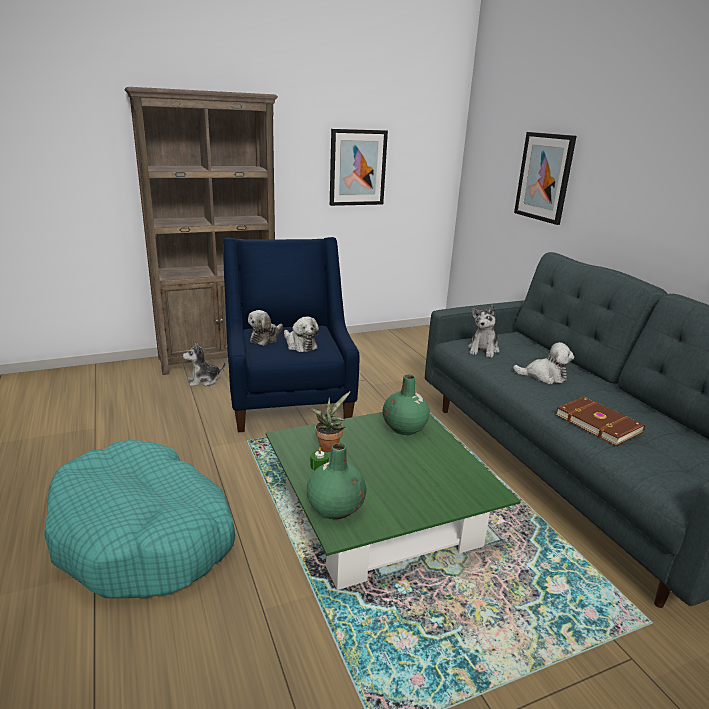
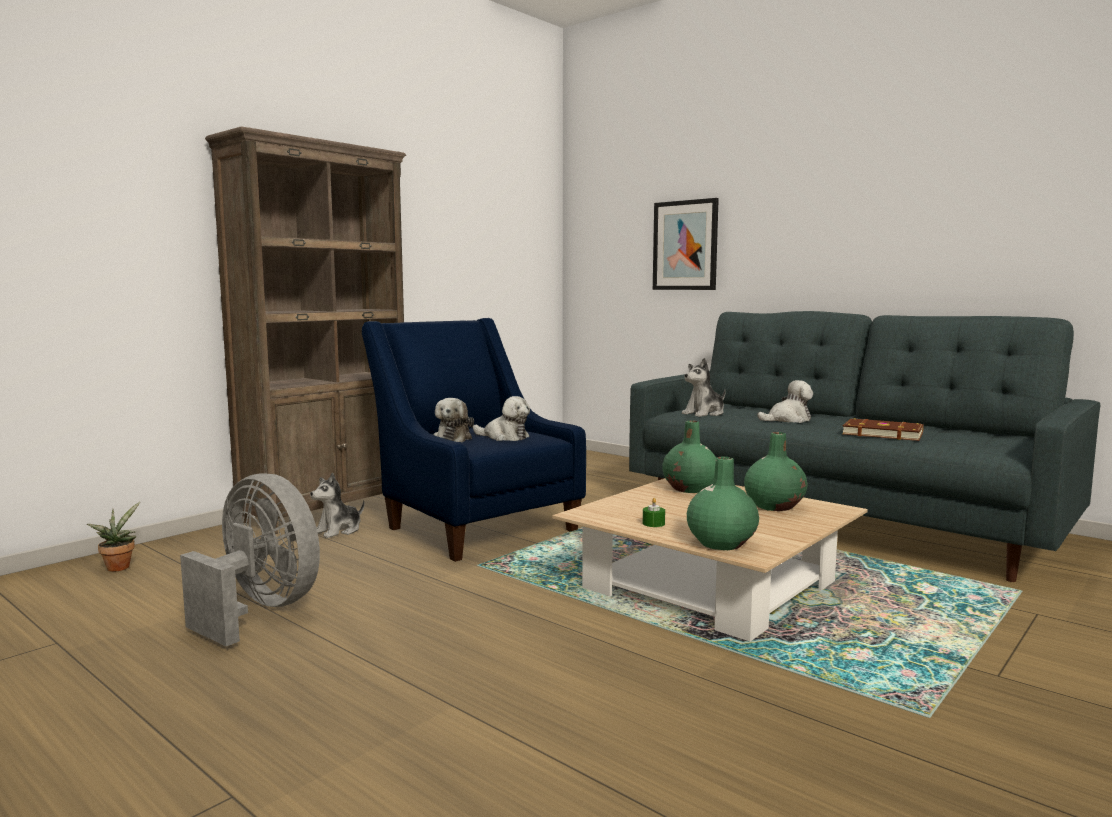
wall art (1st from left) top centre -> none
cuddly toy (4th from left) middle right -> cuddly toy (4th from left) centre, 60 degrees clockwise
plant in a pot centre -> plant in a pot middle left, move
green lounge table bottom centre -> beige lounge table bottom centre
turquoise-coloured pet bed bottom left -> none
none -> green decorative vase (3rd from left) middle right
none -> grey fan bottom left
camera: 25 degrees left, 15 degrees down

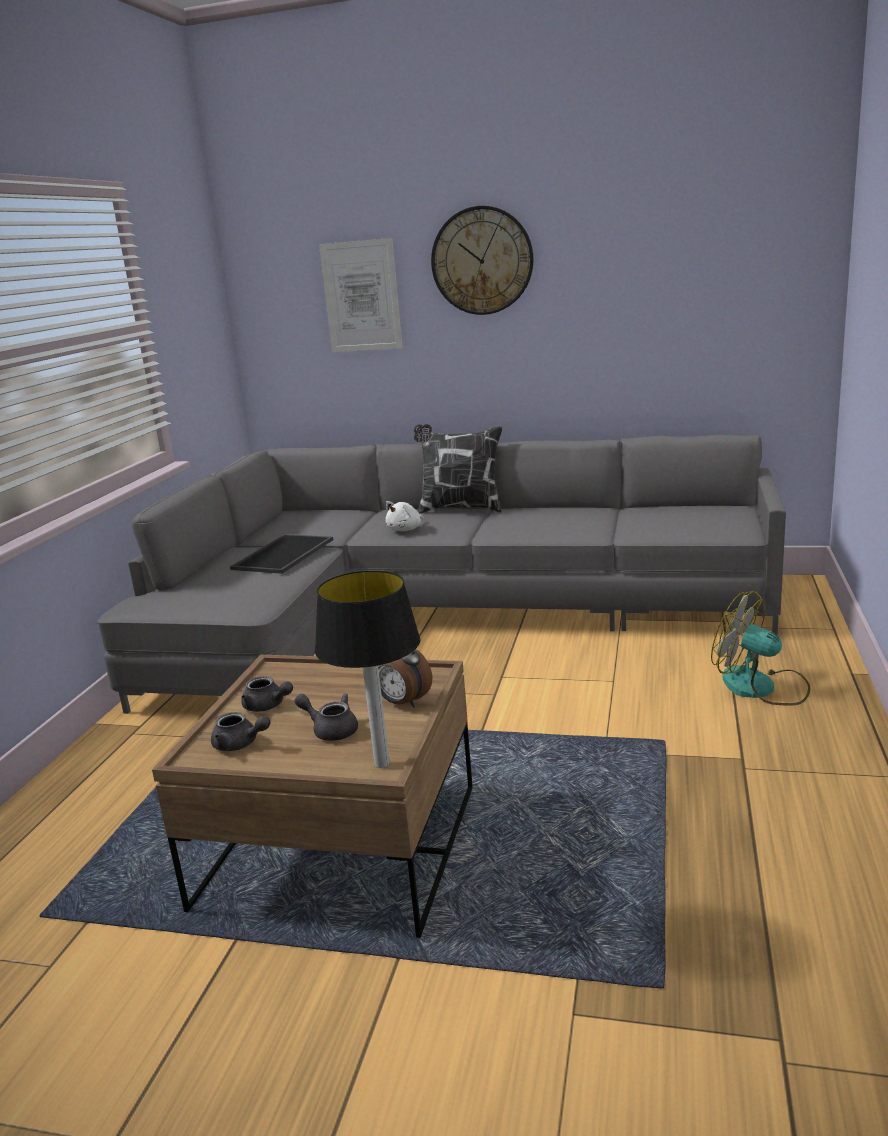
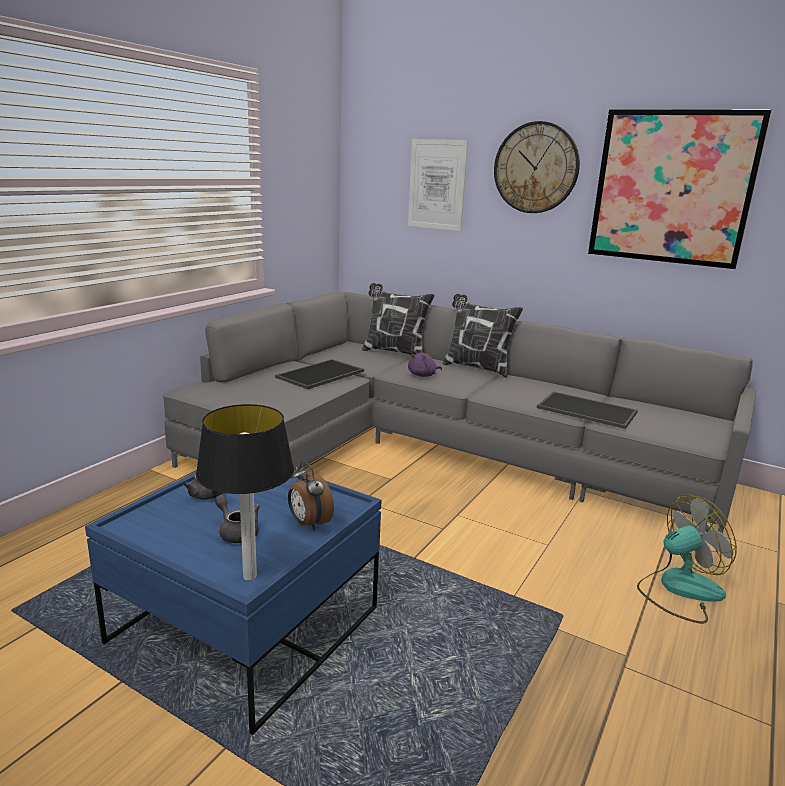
white cuddly toy centre -> purple cuddly toy centre
fan middle right -> fan bottom right, 105 degrees clockwise
brown lounge table bottom centre -> blue-coloured lounge table bottom left
grey tea pot (1st from left) middle left -> none
none -> wall art (2nd from left) top right
none -> pillow (1st from left) centre
none -> serving tray (2nd from left) middle right
camera: 15 degrees right, 0 degrees up

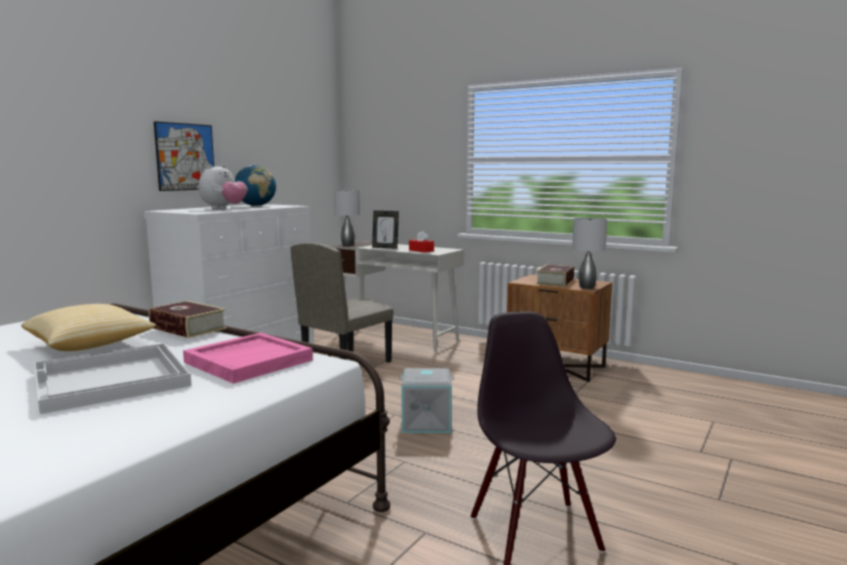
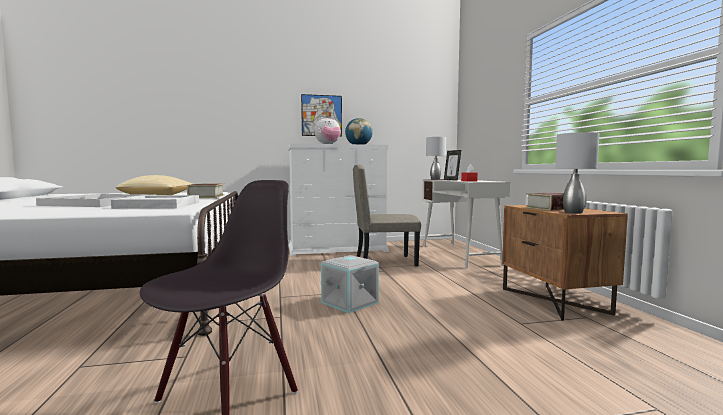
pink-coloured serving tray middle left -> white serving tray (2nd from left) middle left
camera: 45 degrees right, 5 degrees down

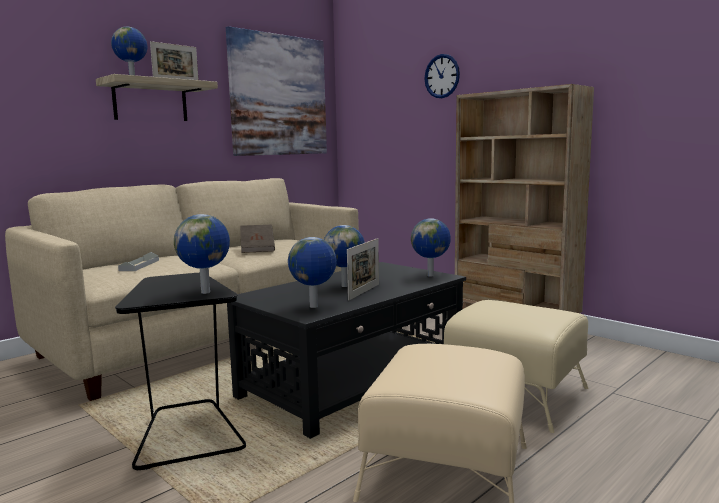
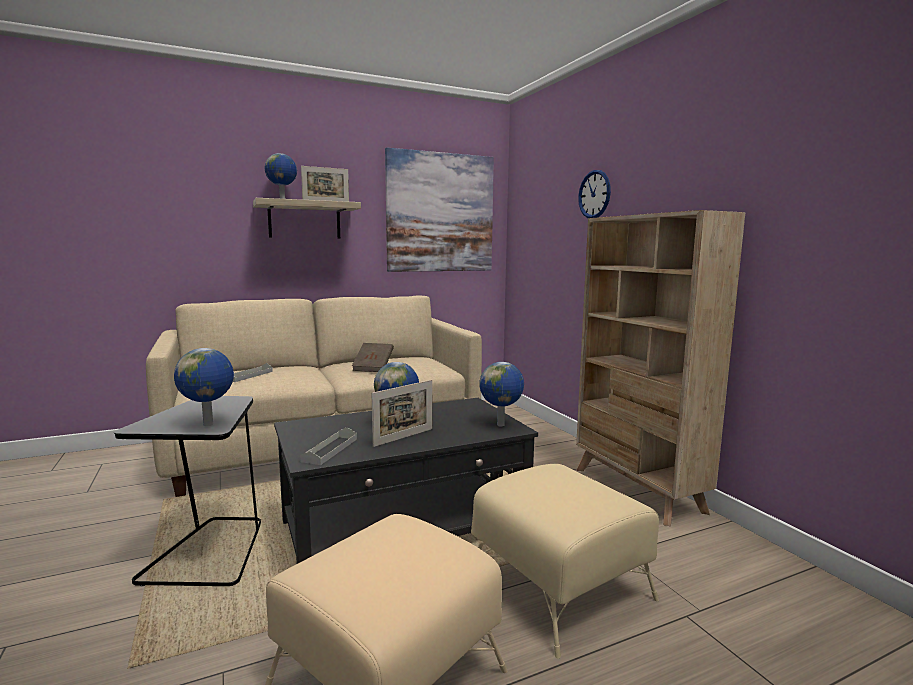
desk globe (3rd from left) centre -> grey serving tray (2nd from left) centre
camera: 20 degrees right, 0 degrees up

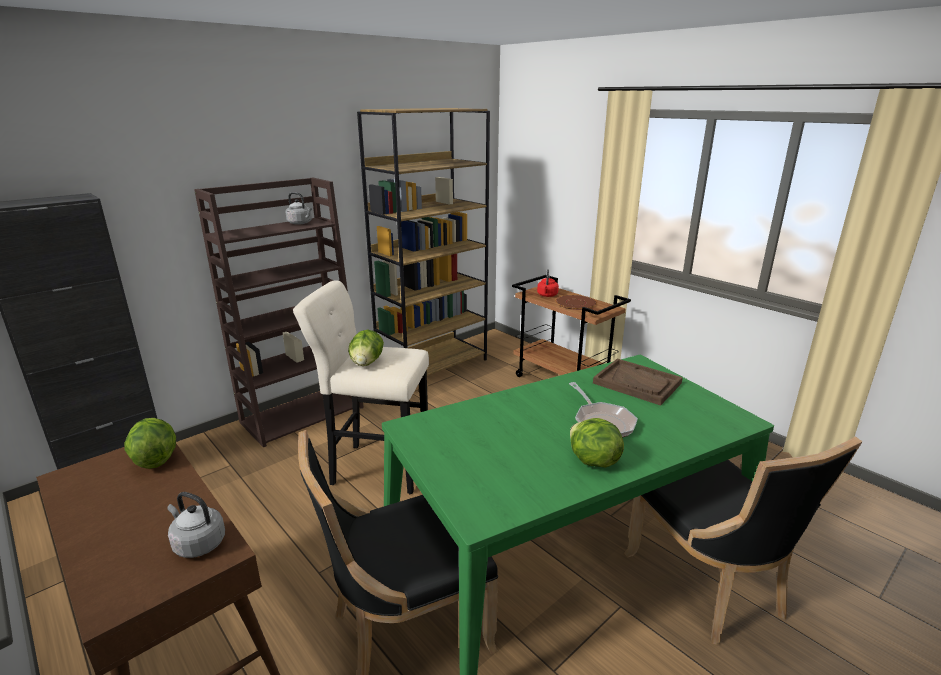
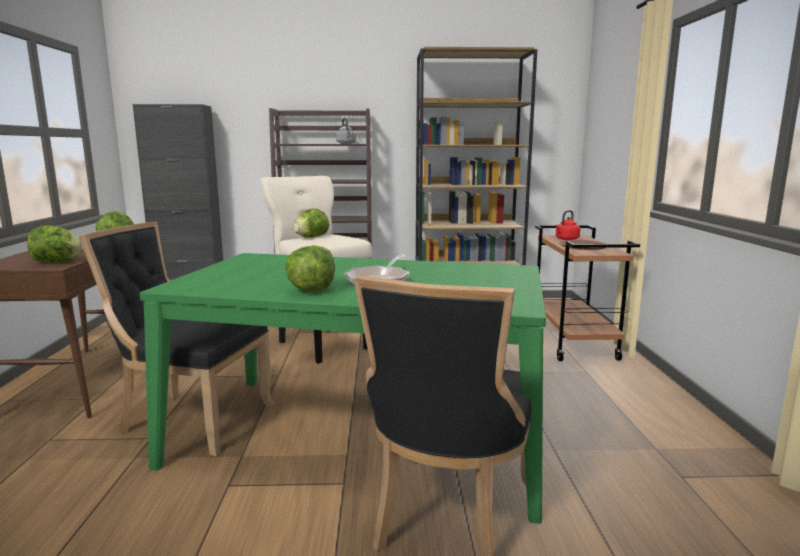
brown serving tray middle right -> none
grey tea kettle (1st from left) bottom left -> head of lettuce (1st from left) middle left
camera: 40 degrees right, 10 degrees down

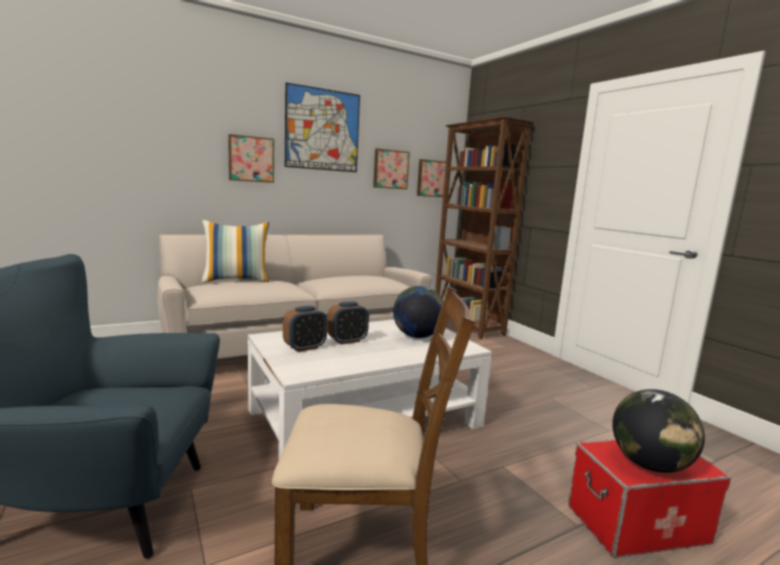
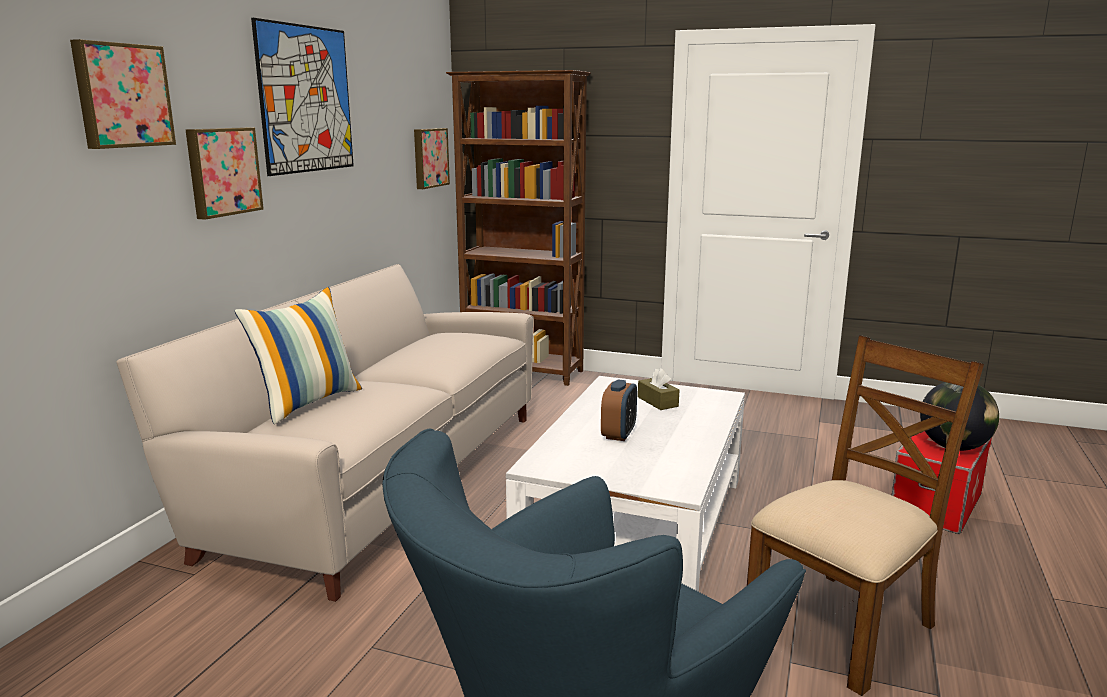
wall art (3rd from left in the first image) top centre -> wall art (1st from left) top left, move
desk globe (1st from left) centre -> brown tissue holder centre
table clock (1st from left) centre -> none
camera: 40 degrees left, 5 degrees up

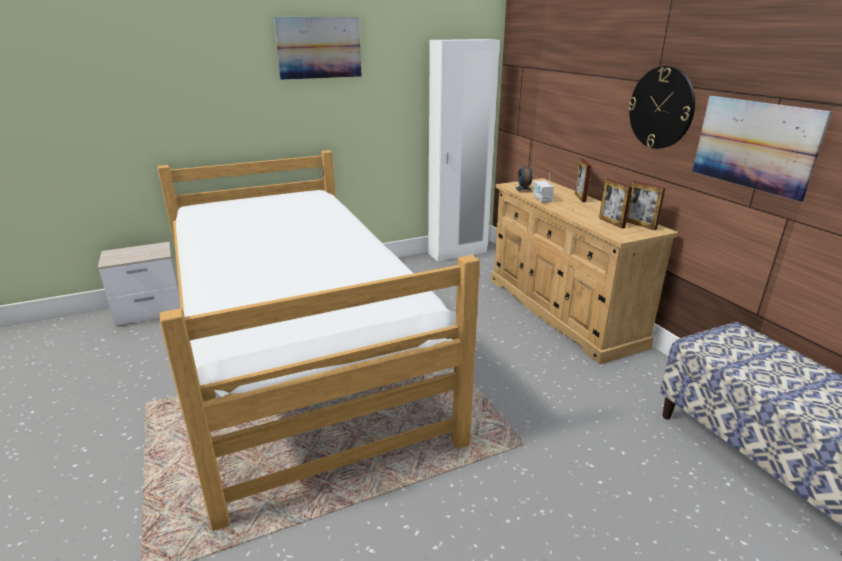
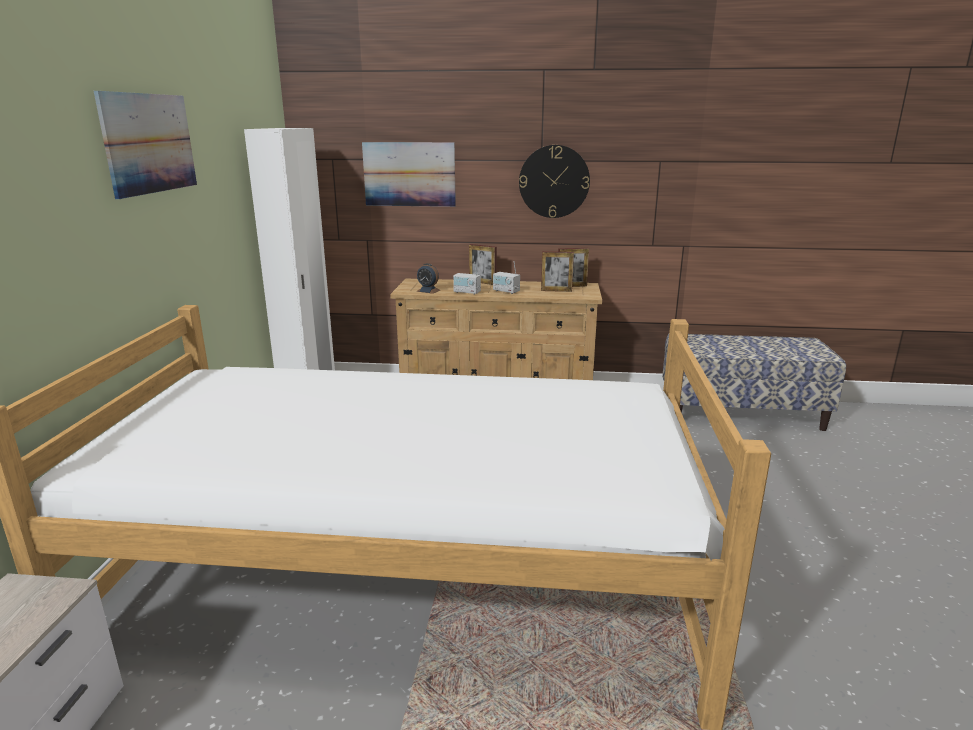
wall art (2nd from left) top right -> wall art (2nd from left) top centre, move
none -> radio set (2nd from left) centre
camera: 60 degrees left, 5 degrees down

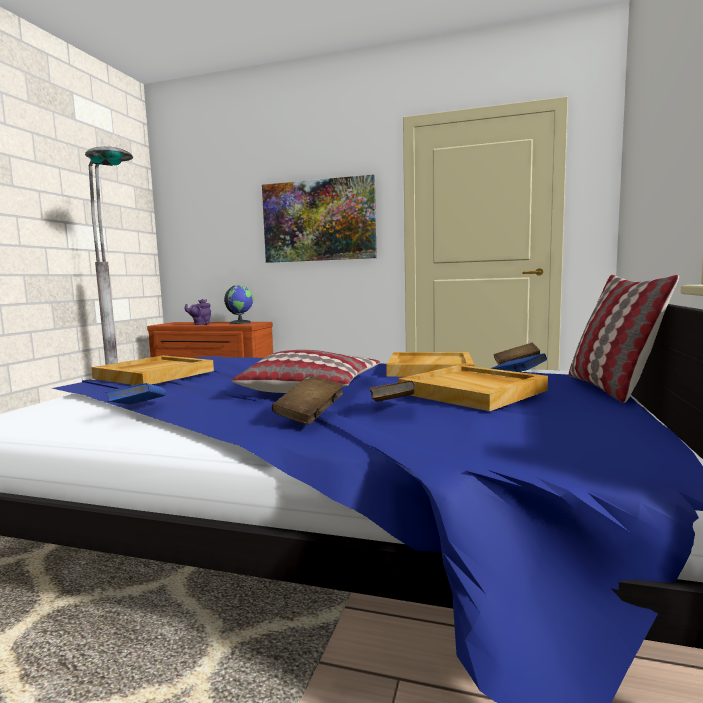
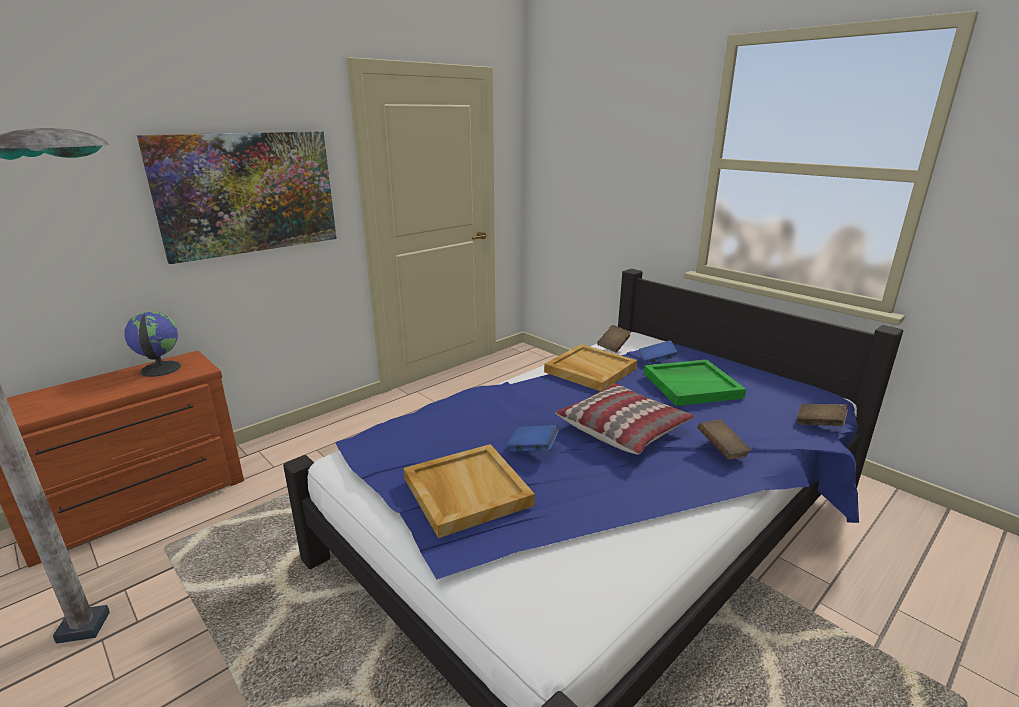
pillow (2nd from left) middle right -> none
purple tea pot middle left -> none
beige serving tray (3rd from left) middle right -> green serving tray middle right
brown volume (2nd from left in the first image) centre -> brown volume (3rd from left) middle right, move
blue-coloured volume (1st from left) middle left -> blue-coloured volume (1st from left) centre, move
camera: 60 degrees left, 15 degrees up

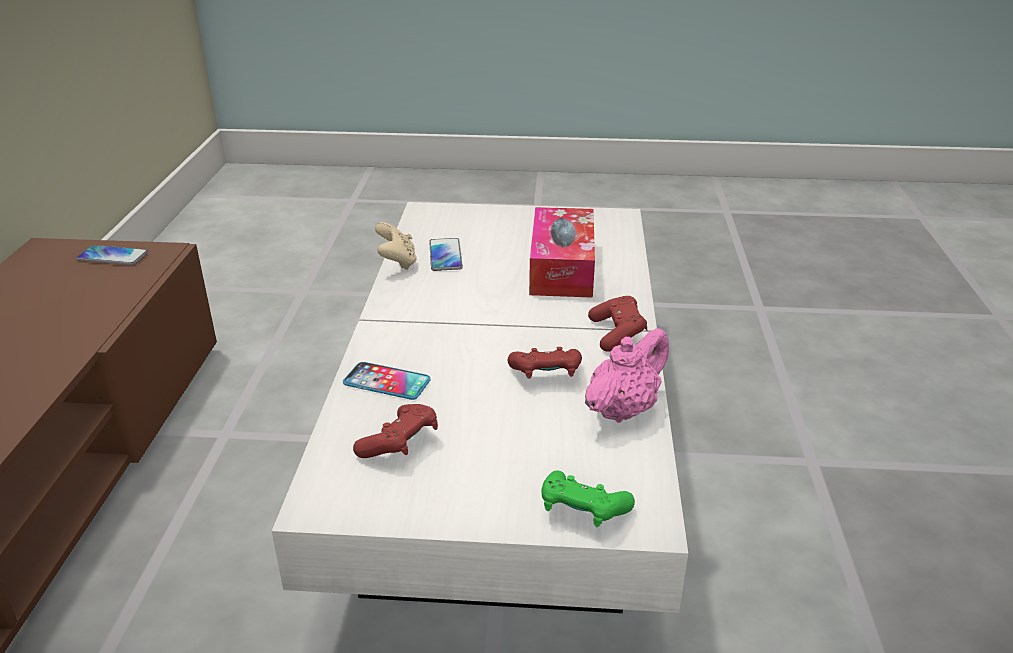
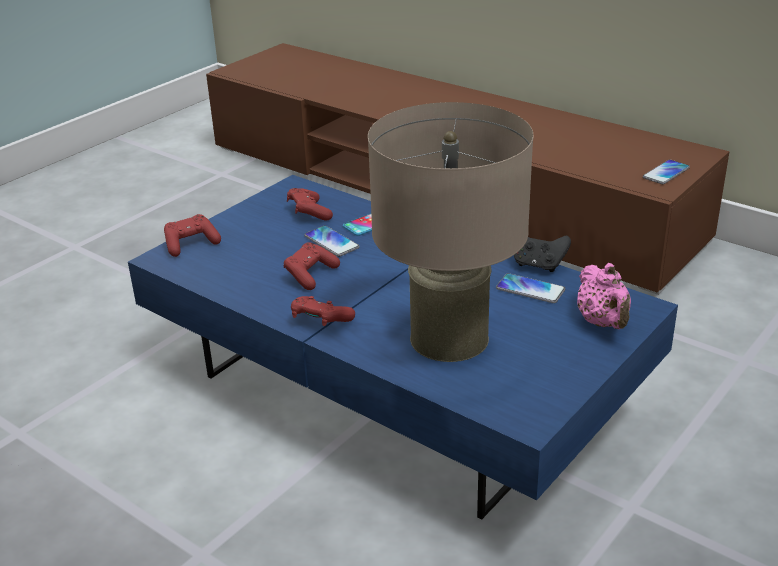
white lounge table centre -> blue-coloured lounge table centre
tissue holder centre -> beige tabletop lamp centre
beige gamepad centre -> black-coloured gamepad middle right
pink-coloured tea pot centre -> pink-coloured tea pot middle right, move
green gamepad bottom centre -> red-coloured gamepad (1st from left) middle left
none -> phone (1st from left) centre
camera: 125 degrees right, 0 degrees up

